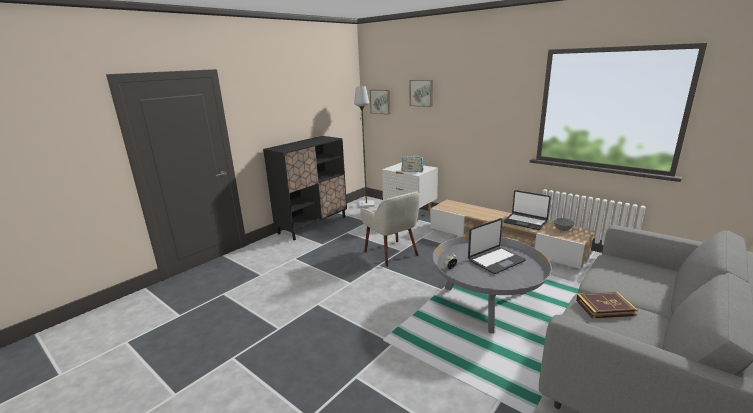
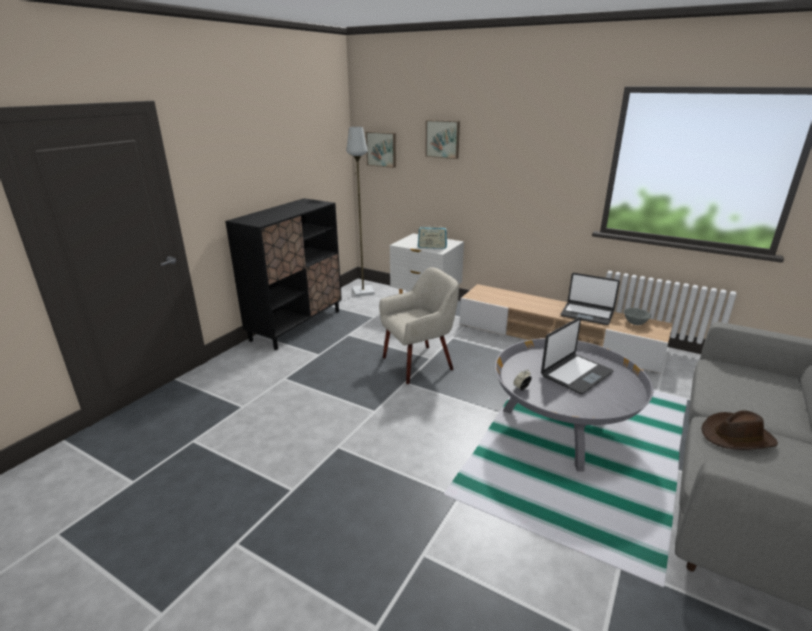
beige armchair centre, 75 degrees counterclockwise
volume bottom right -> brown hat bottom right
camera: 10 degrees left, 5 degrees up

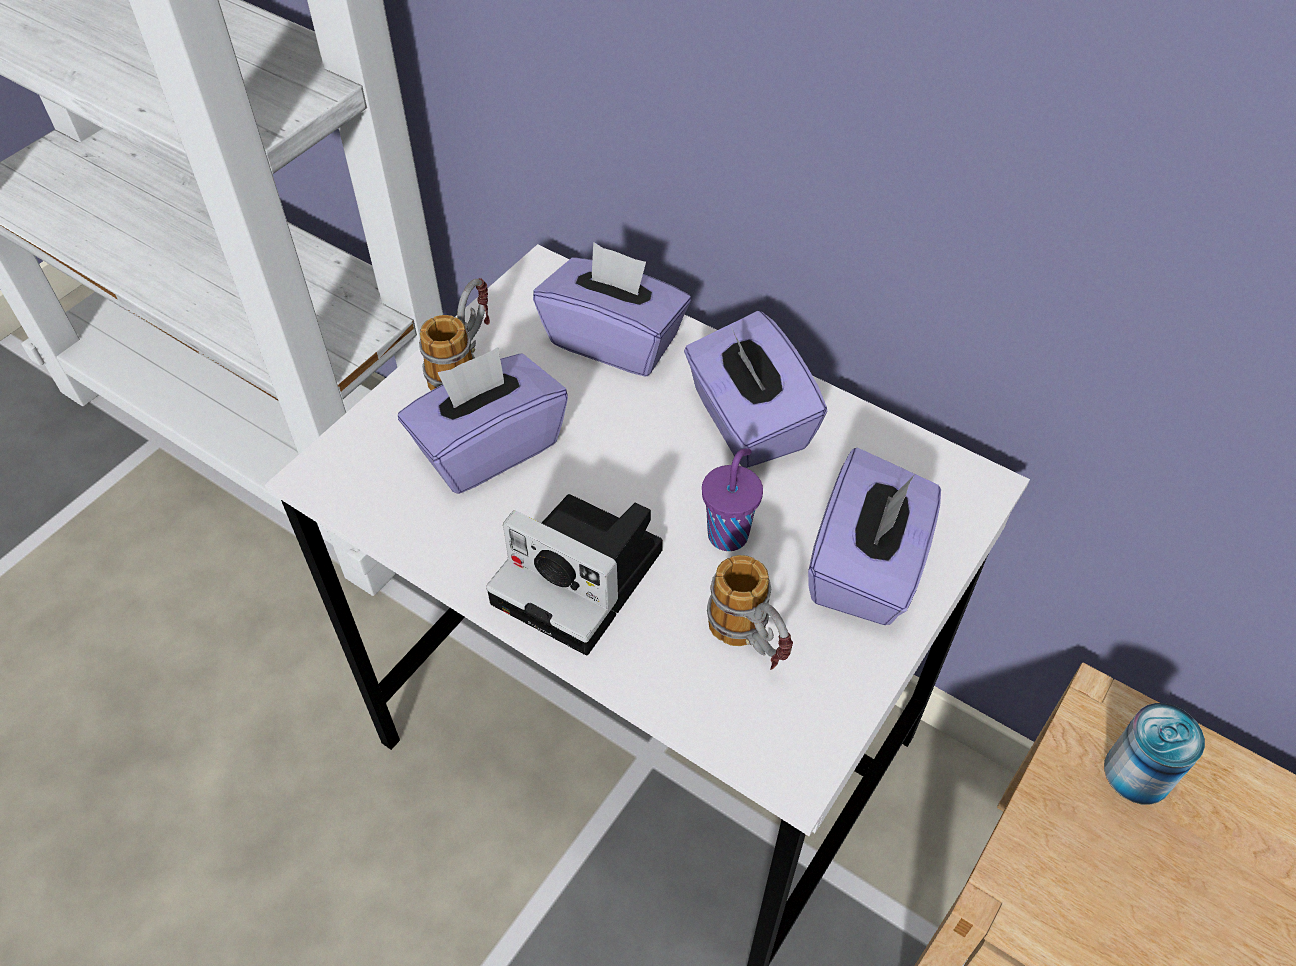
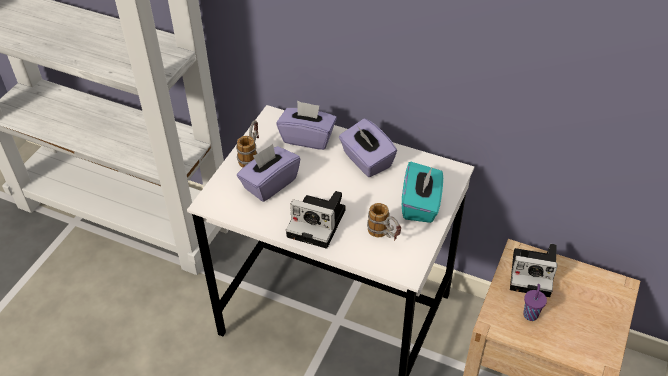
purple tissue holder (4th from left) middle right -> turquoise-coloured tissue holder centre
purple cup centre -> purple cup bottom right, move
can bottom right -> still camera (2nd from left) bottom right
camera: 10 degrees left, 5 degrees down

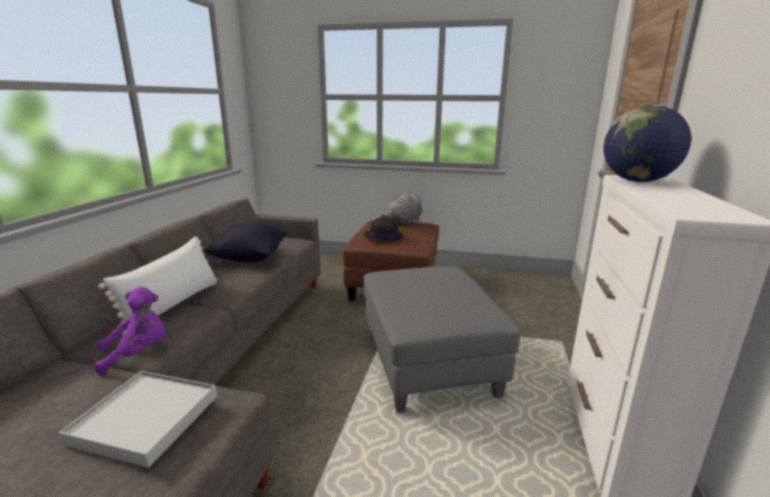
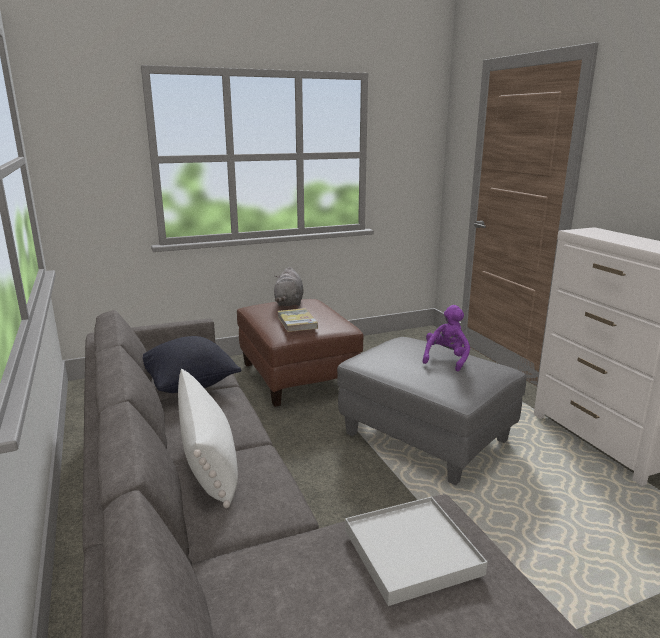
desk globe top right -> none
black-coloured hat centre -> volume centre
purple cuddly toy middle left -> purple cuddly toy middle right, move
camera: 35 degrees left, 0 degrees up

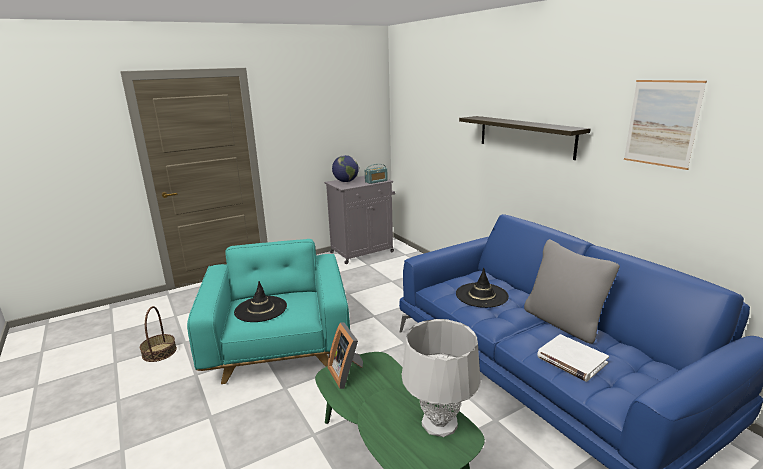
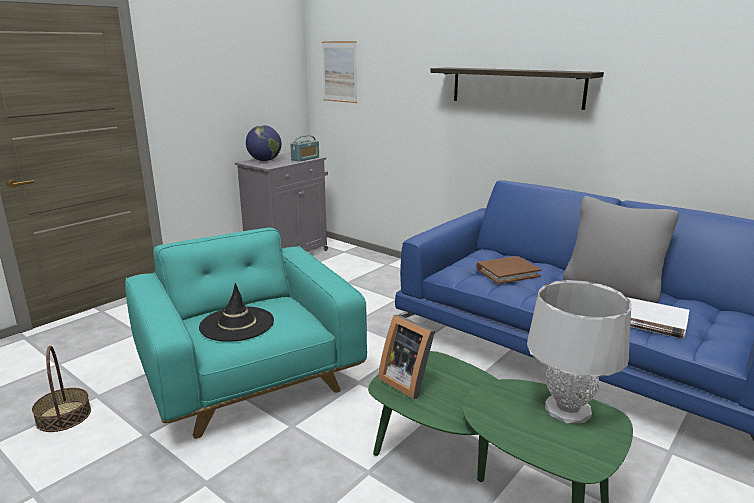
wall art top right -> wall art top centre, move
black-coloured hat (2nd from left) centre -> brown volume middle right
camera: 20 degrees left, 0 degrees up

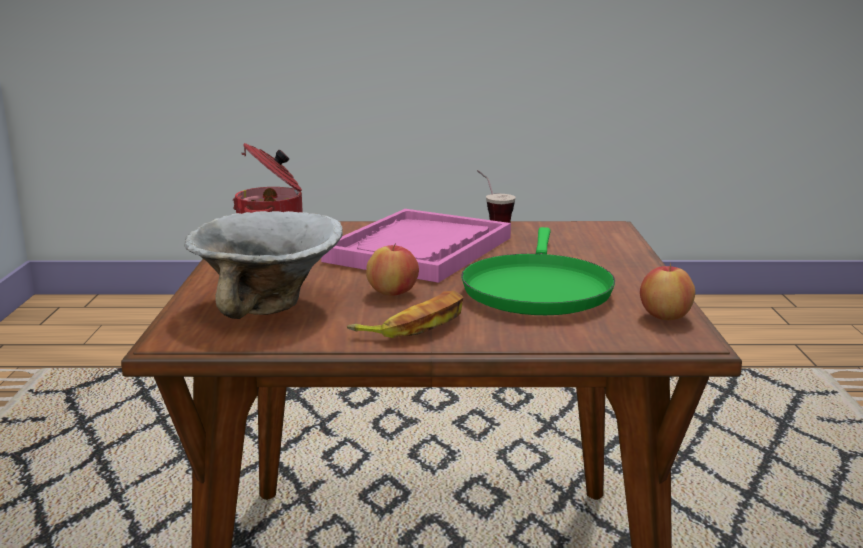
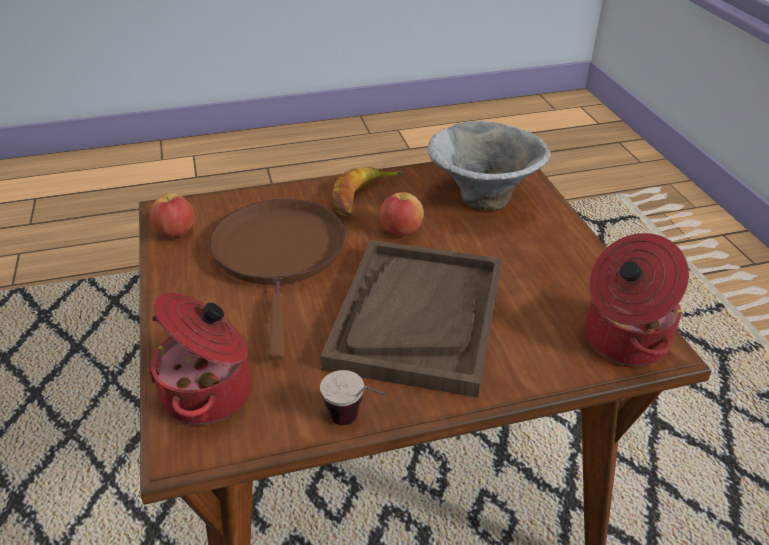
pink-coloured serving tray centre -> brown serving tray centre
green pan centre -> brown pan centre
none -> cooking pot (1st from left) middle left
camera: 165 degrees right, 20 degrees up

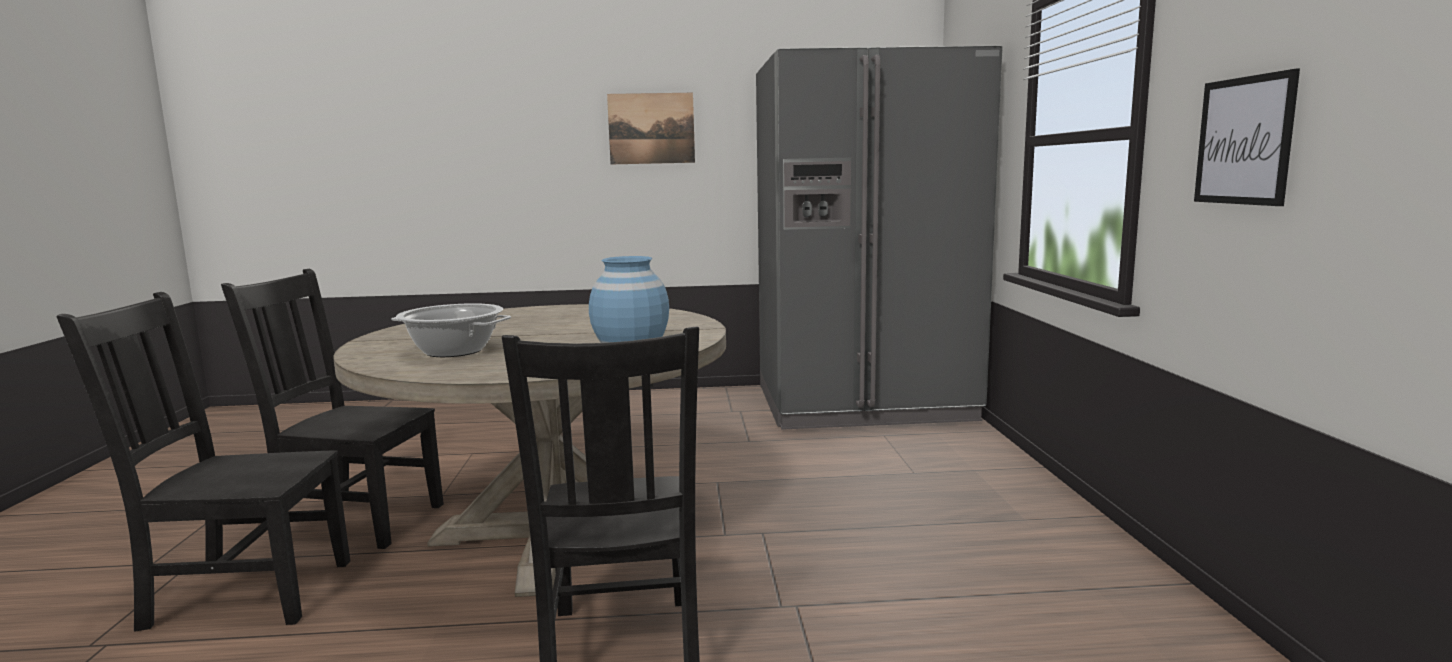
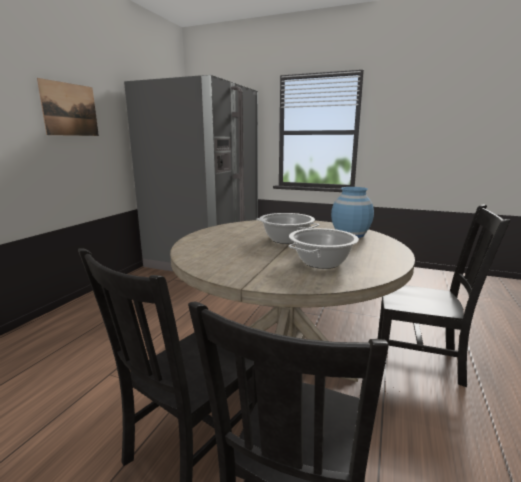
wall art (2nd from left) top right -> none
none -> cooking pot (1st from left) centre
camera: 65 degrees left, 5 degrees up

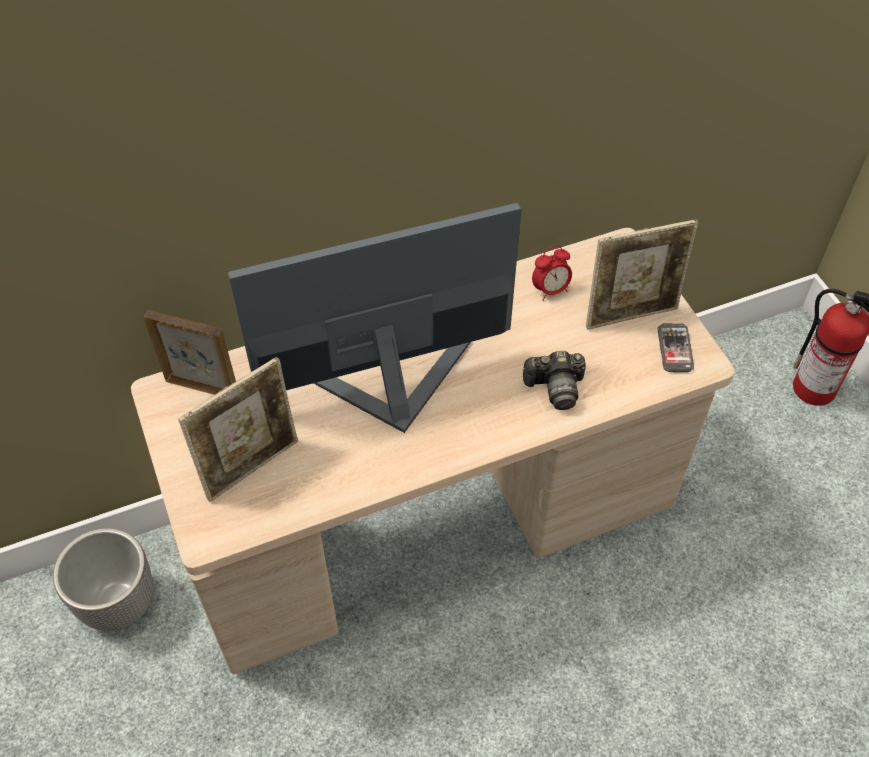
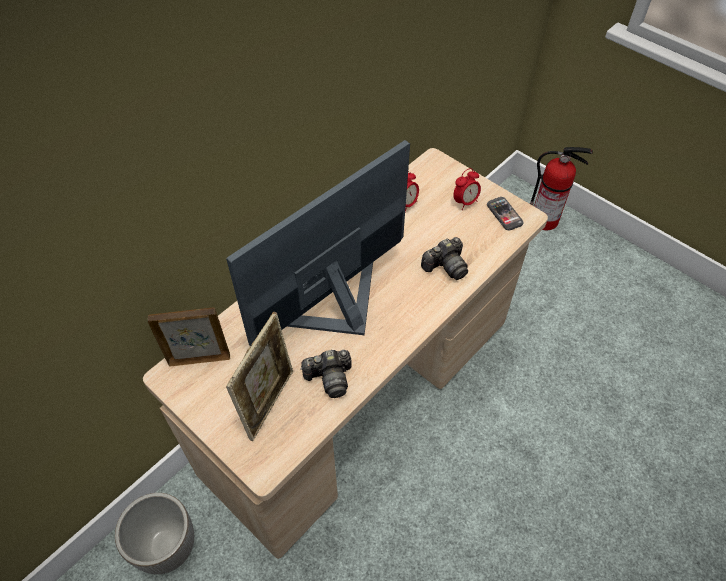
photo frame (3rd from left) middle right -> table clock (2nd from left) top centre
none -> still camera (1st from left) centre
camera: 25 degrees left, 0 degrees up

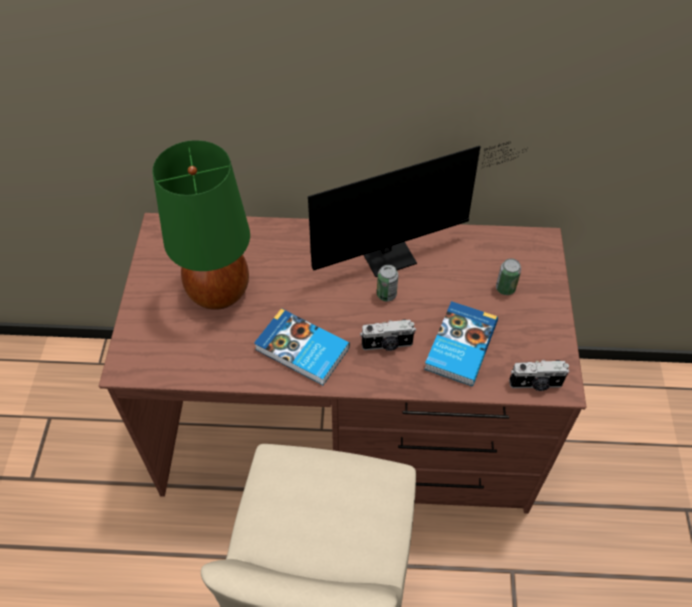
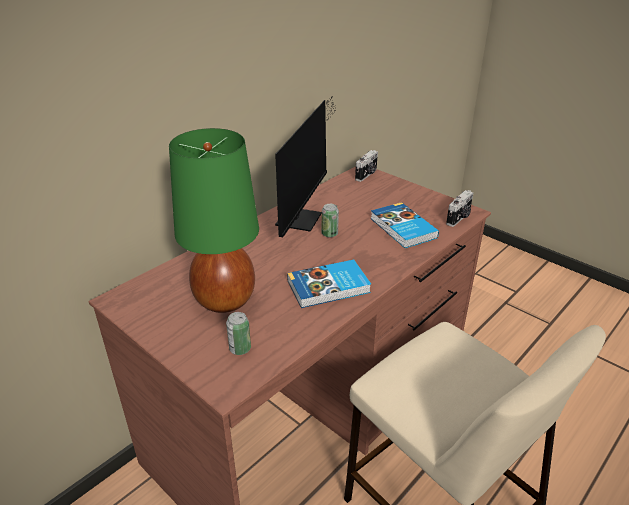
can (2nd from left in the first image) middle right -> can (1st from left) centre, move
still camera (1st from left) centre -> still camera (1st from left) top centre, move
camera: 50 degrees left, 20 degrees down

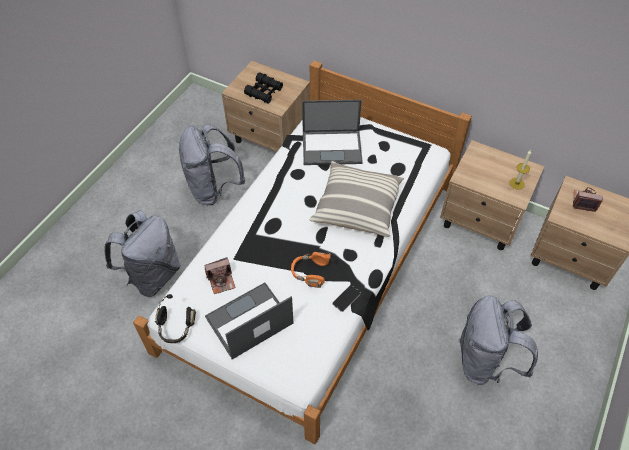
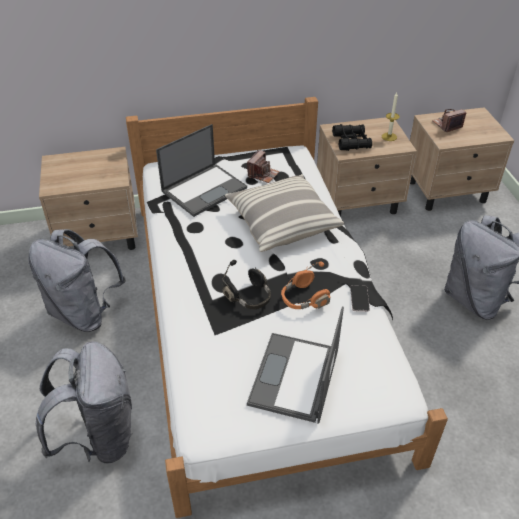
black-coloured pair of binoculars top centre -> black-coloured pair of binoculars top right, move
still camera (1st from left) centre -> still camera (1st from left) top centre, move
black-coloured pair of headphones bottom left -> black-coloured pair of headphones centre, move
camera: 40 degrees left, 10 degrees down

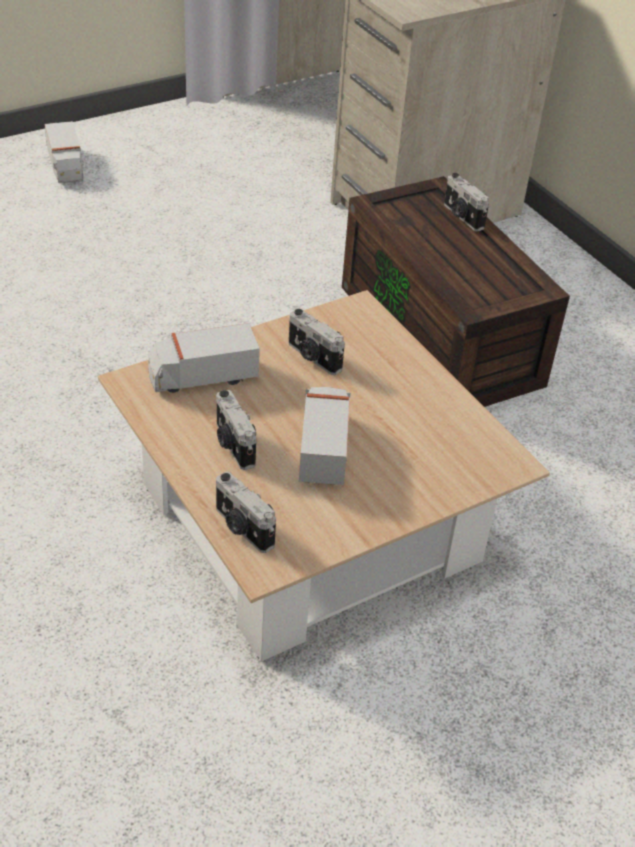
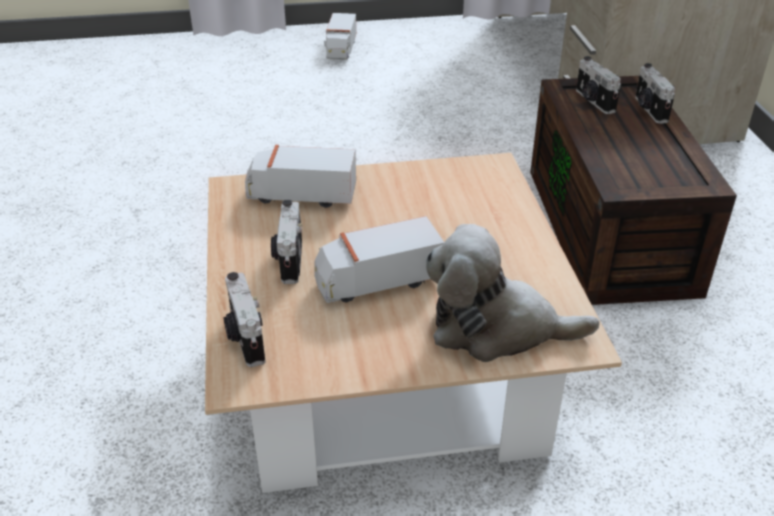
still camera (3rd from left) centre -> still camera (3rd from left) top right, move
toy lorry (3rd from left) centre, 135 degrees counterclockwise
none -> cuddly toy centre
camera: 25 degrees right, 5 degrees down

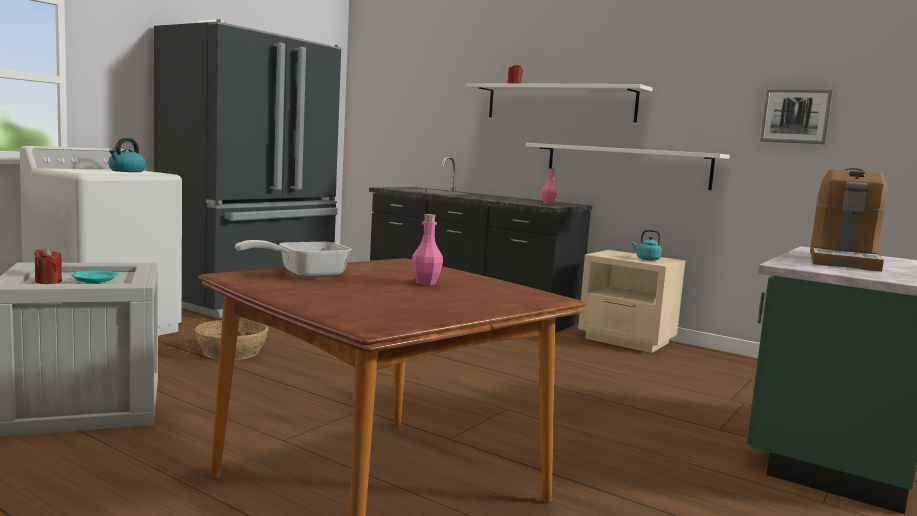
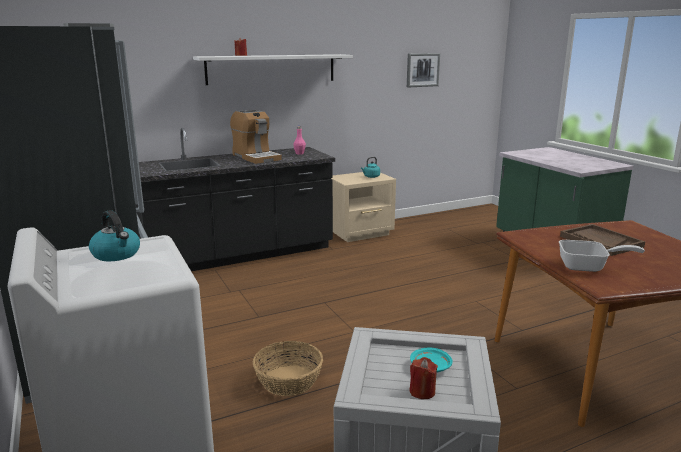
white shelf (2nd from left) top right -> none
coffee maker middle right -> coffee maker top centre, move
pink-coloured beverage bottle (1st from left) centre -> brown serving tray middle right
pan middle left -> pan middle right, 75 degrees counterclockwise
camera: 60 degrees left, 10 degrees up

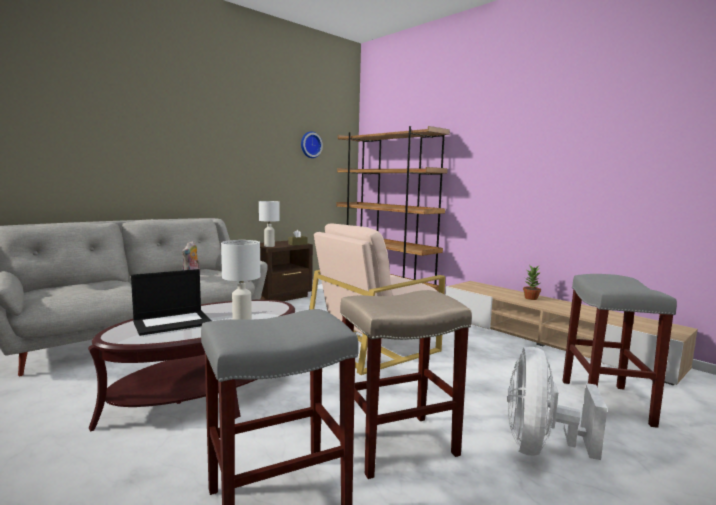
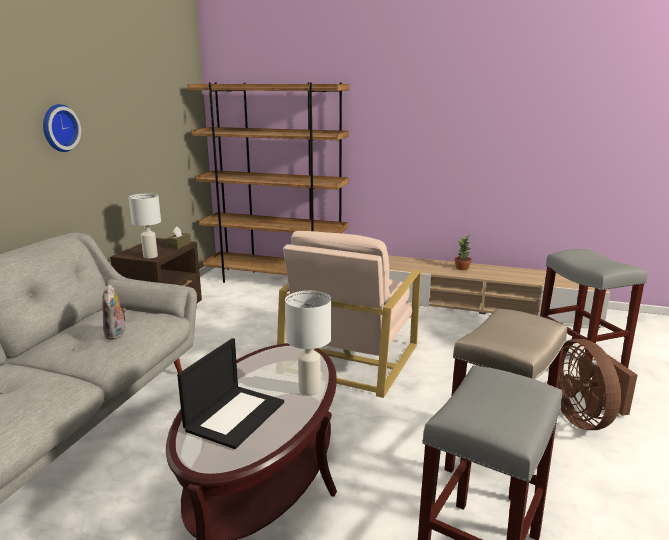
hanging clock top centre -> hanging clock top left, move
white fan bottom right -> brown fan bottom right
camera: 30 degrees left, 10 degrees up

